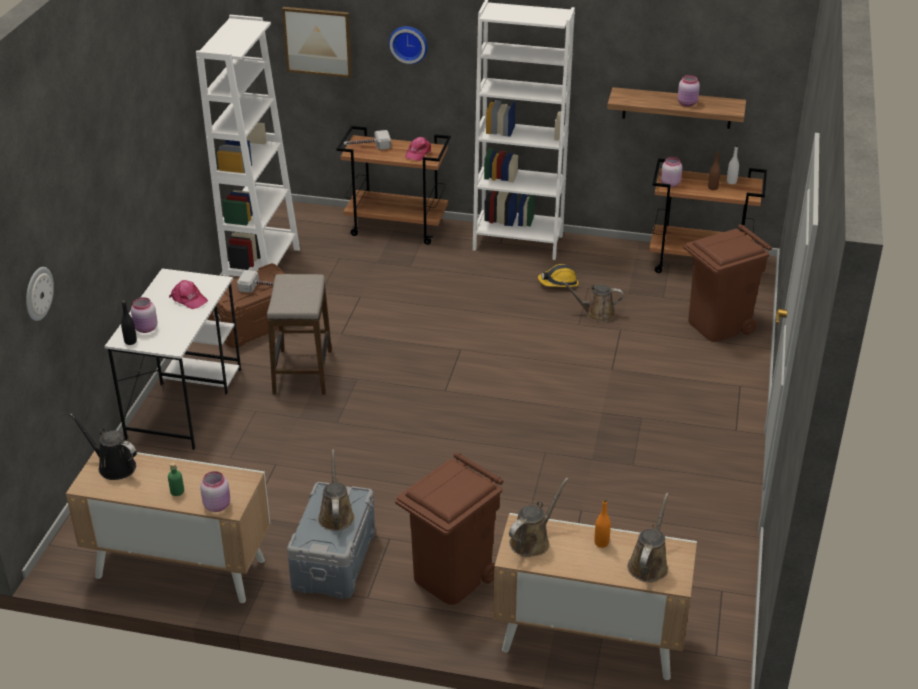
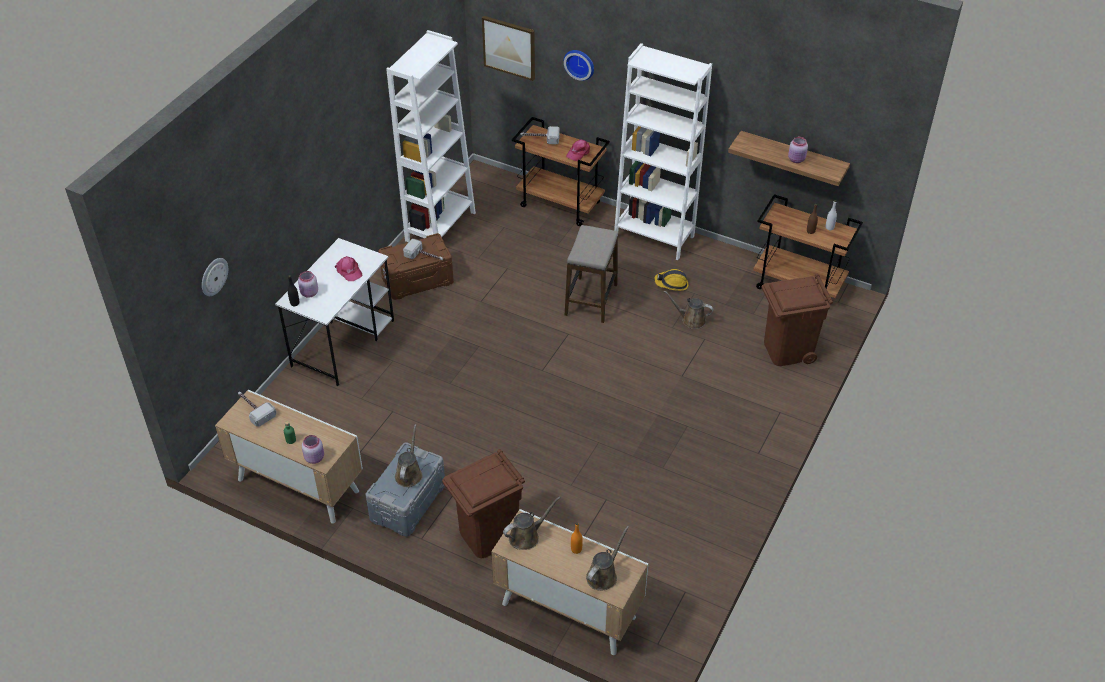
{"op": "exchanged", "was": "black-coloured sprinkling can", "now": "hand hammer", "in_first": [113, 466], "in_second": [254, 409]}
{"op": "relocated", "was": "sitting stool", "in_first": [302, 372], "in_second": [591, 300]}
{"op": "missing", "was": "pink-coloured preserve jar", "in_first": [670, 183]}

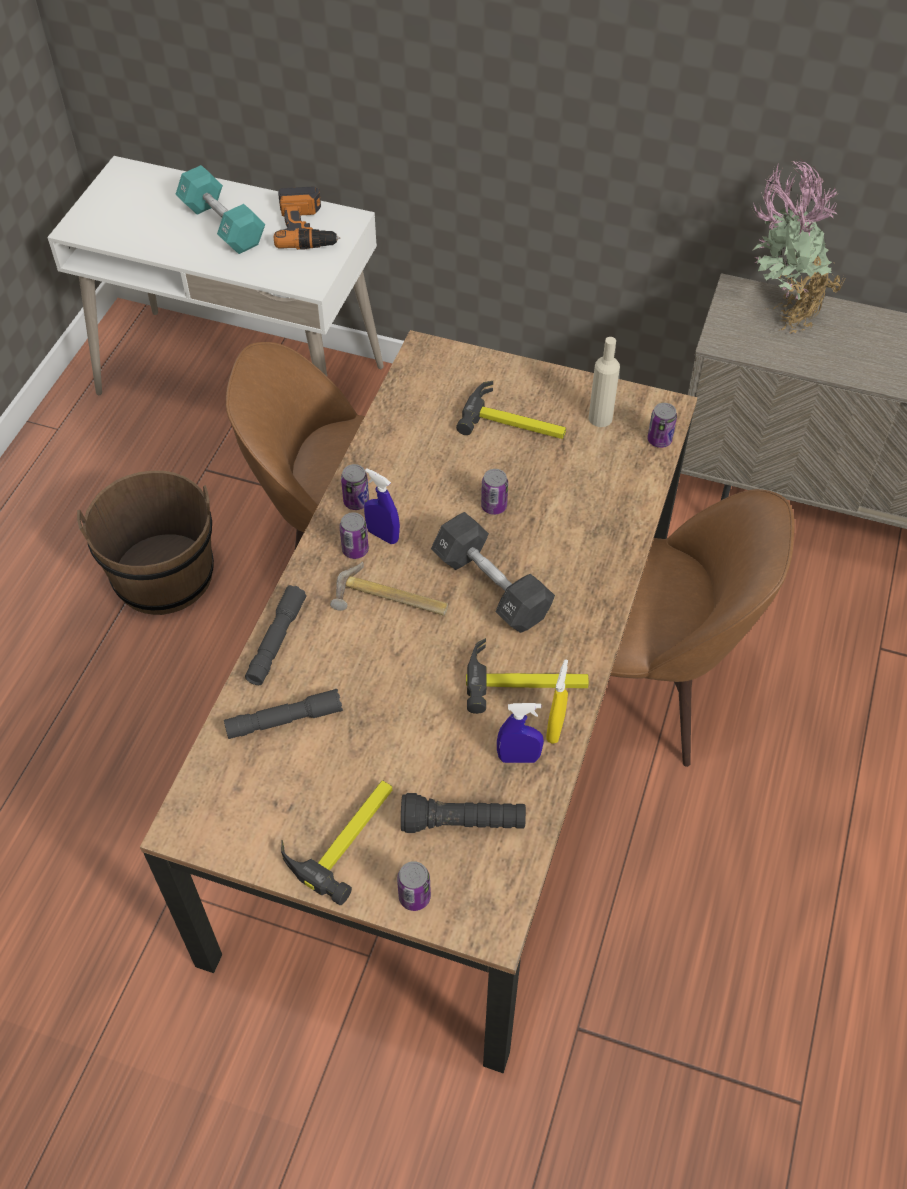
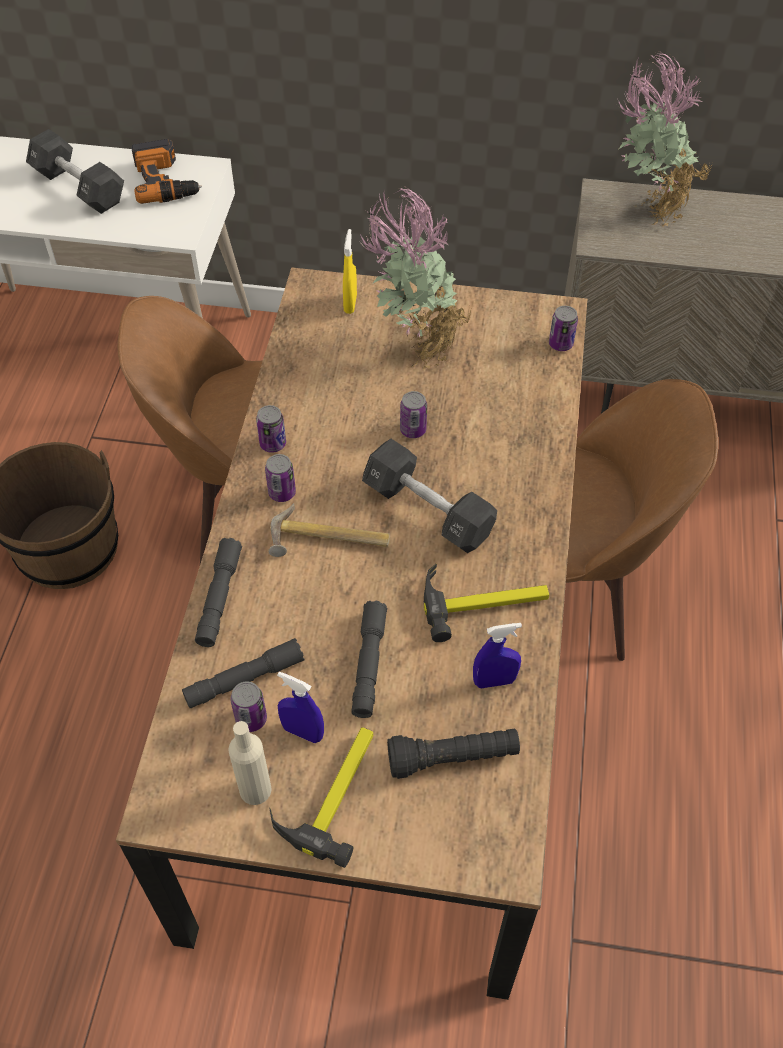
{"op": "colour", "was": "blue-green free weight", "now": "black-coloured free weight", "in_first": [222, 225], "in_second": [79, 187]}
{"op": "relocated", "was": "sand-coloured drink bottle", "in_first": [600, 418], "in_second": [255, 789]}
{"op": "relocated", "was": "metal can", "in_first": [414, 897], "in_second": [251, 719]}
{"op": "relocated", "was": "blue-coloured hand sprayer", "in_first": [383, 535], "in_second": [302, 732]}
{"op": "relocated", "was": "yellowish hand sprayer", "in_first": [555, 728], "in_second": [350, 304]}
{"op": "appeared", "now": "grey torch", "in_second": [369, 664]}
{"op": "exchanged", "was": "hand hammer", "now": "plant in a pot", "in_first": [515, 422], "in_second": [416, 345]}

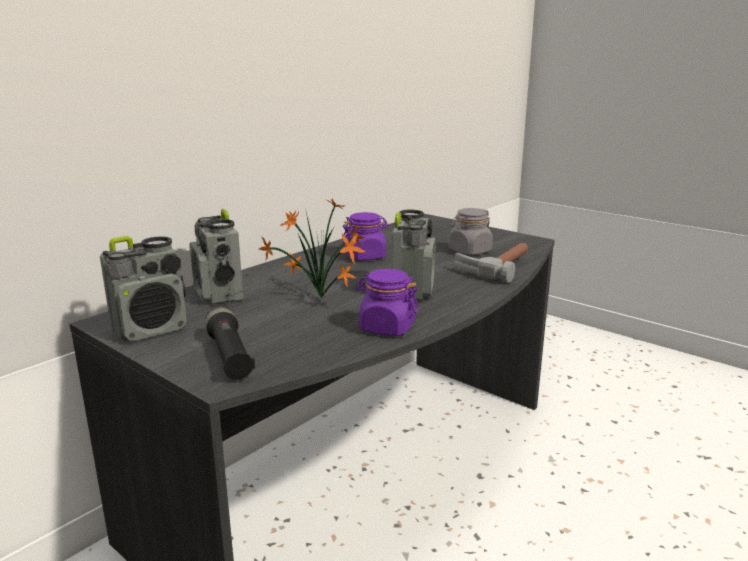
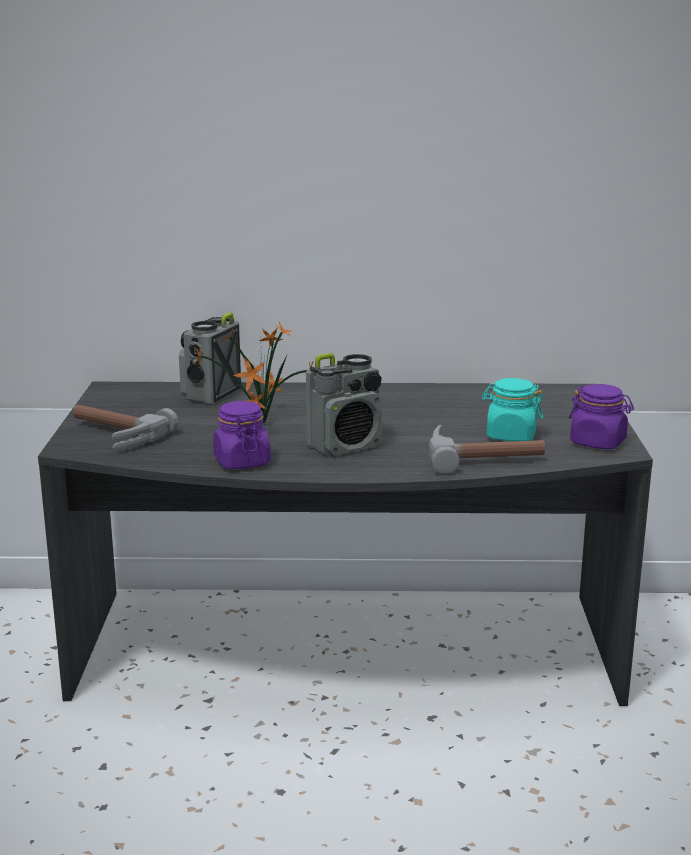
{"op": "exchanged", "was": "black-coloured torch", "now": "hand hammer", "in_first": [229, 355], "in_second": [111, 436]}
{"op": "colour", "was": "grey preserve jar", "now": "blue-green preserve jar", "in_first": [469, 251], "in_second": [510, 435]}
{"op": "relocated", "was": "purplish preserve jar", "in_first": [365, 256], "in_second": [598, 442]}
{"op": "missing", "was": "radio receiver", "in_first": [151, 329]}

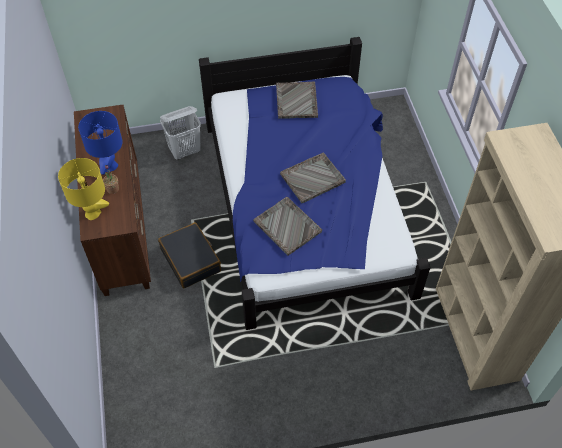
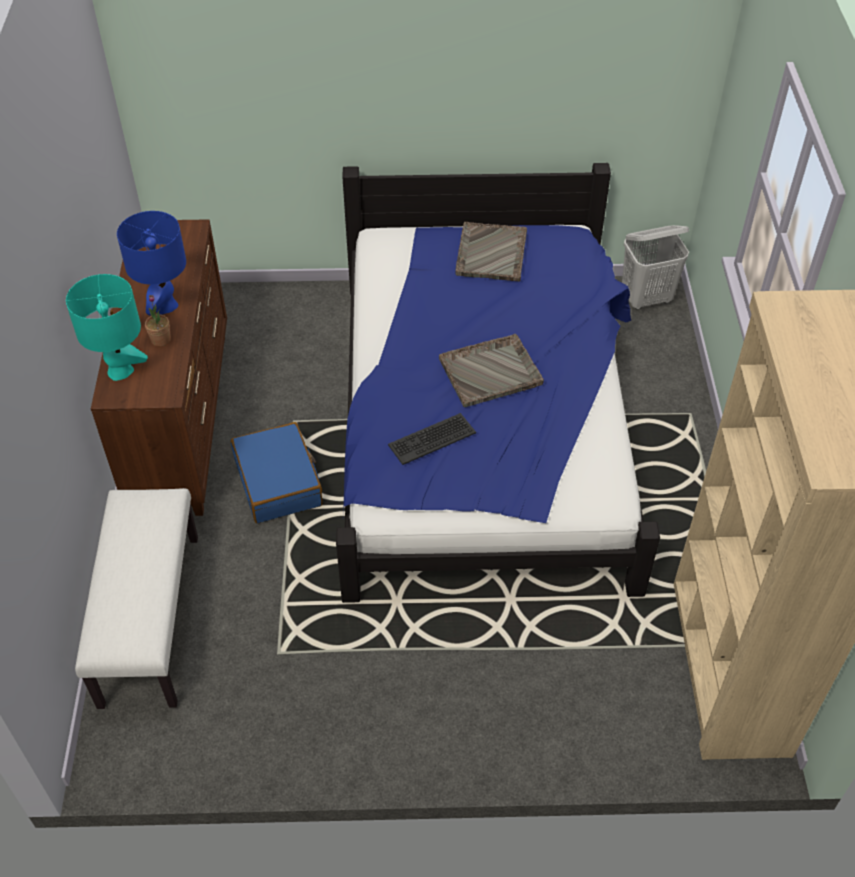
{"op": "colour", "was": "yellowish tabletop lamp", "now": "blue-green tabletop lamp", "in_first": [93, 213], "in_second": [120, 371]}
{"op": "appeared", "now": "white bench", "in_second": [149, 618]}
{"op": "colour", "was": "black-coloured travel case", "now": "blue-coloured travel case", "in_first": [191, 260], "in_second": [278, 482]}
{"op": "exchanged", "was": "grey tray", "now": "PC keyboard", "in_first": [287, 226], "in_second": [431, 438]}
{"op": "relocated", "was": "white laundry basket", "in_first": [185, 151], "in_second": [646, 299]}

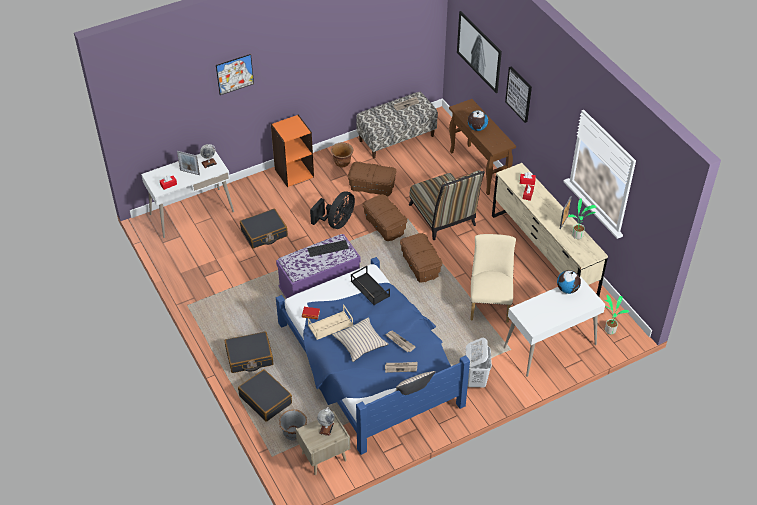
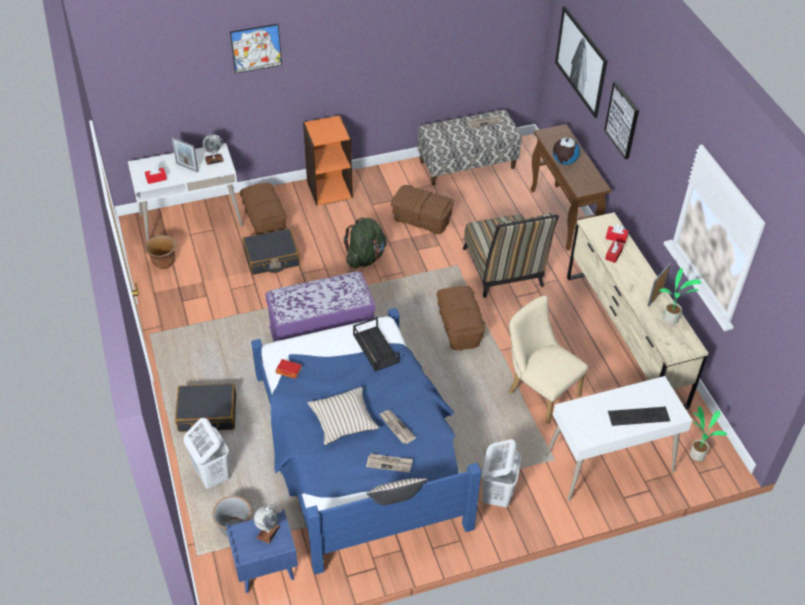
{"op": "relocated", "was": "brown flower pot", "in_first": [342, 163], "in_second": [164, 263]}
{"op": "exchanged", "was": "black-coloured travel case", "now": "white laundry basket", "in_first": [266, 399], "in_second": [211, 475]}
{"op": "colour", "was": "sand-coloured bedside table", "now": "blue-coloured bedside table", "in_first": [324, 457], "in_second": [265, 569]}
{"op": "relocated", "was": "brown storage container", "in_first": [385, 225], "in_second": [265, 221]}
{"op": "exchanged", "was": "black-coloured fan", "now": "green-coloured rucksack", "in_first": [336, 222], "in_second": [365, 258]}
{"op": "spun", "was": "sand-coloured chair", "in_first": [489, 303], "in_second": [539, 391], "clockwise": -60}
{"op": "relocated", "was": "PC keyboard", "in_first": [327, 249], "in_second": [638, 417]}
{"op": "missing", "was": "sand-coloured tray", "in_first": [330, 326]}
{"op": "missing", "was": "globe", "in_first": [567, 289]}

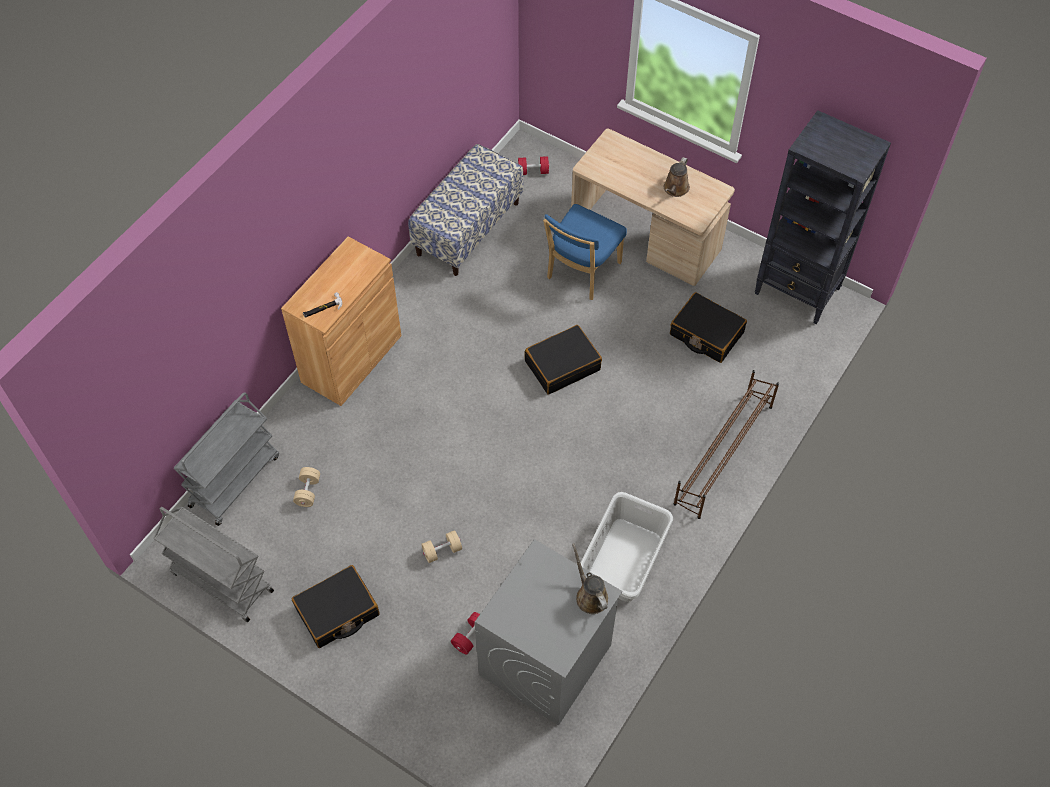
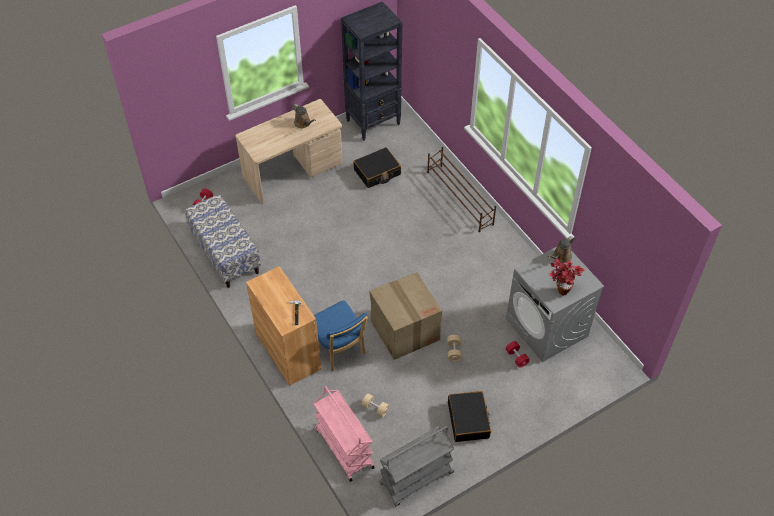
{"op": "colour", "was": "grey wheeled cart", "now": "pink-coloured wheeled cart", "in_first": [234, 480], "in_second": [344, 448]}
{"op": "relocated", "was": "blue-coloured chair", "in_first": [581, 273], "in_second": [339, 350]}
{"op": "appeared", "now": "cardboard box", "in_second": [404, 329]}
{"op": "spun", "was": "brown sprinkling can", "in_first": [590, 595], "in_second": [560, 257], "clockwise": -45}
{"op": "appeared", "now": "plant in a pot", "in_second": [560, 288]}
{"op": "missing", "was": "black-coloured travel case", "in_first": [562, 365]}
{"op": "missing", "was": "grey laundry basket", "in_first": [622, 560]}

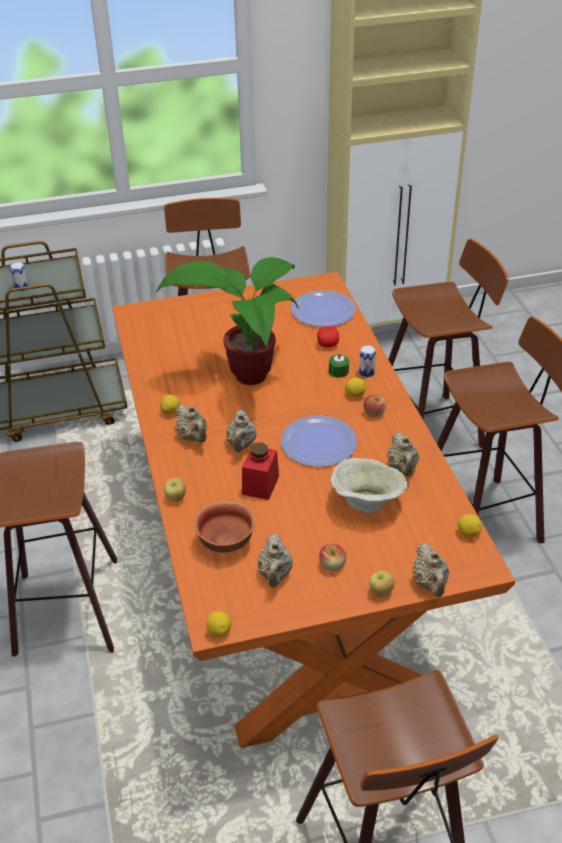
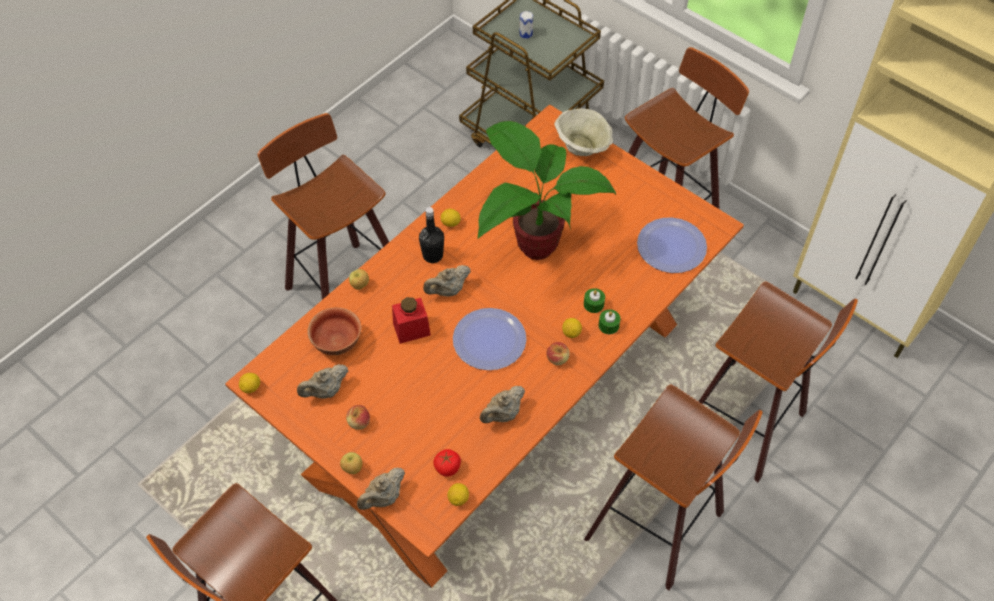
{"op": "exchanged", "was": "sand-coloured tea pot", "now": "black-coloured drink bottle", "in_first": [193, 437], "in_second": [432, 255]}
{"op": "relocated", "was": "whole tomato", "in_first": [327, 344], "in_second": [447, 467]}
{"op": "relocated", "was": "sand-coloured bowl", "in_first": [366, 502], "in_second": [582, 147]}
{"op": "exchanged", "was": "metal can", "now": "green-coloured wax candle", "in_first": [366, 372], "in_second": [608, 325]}

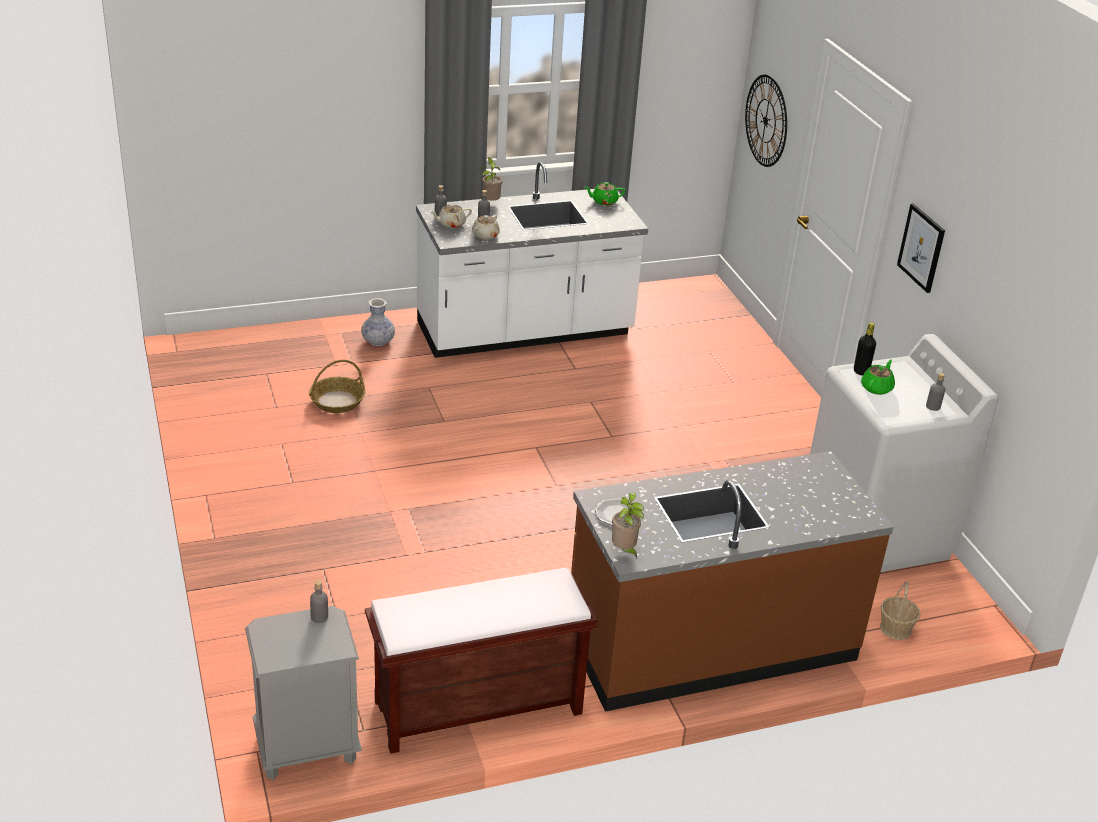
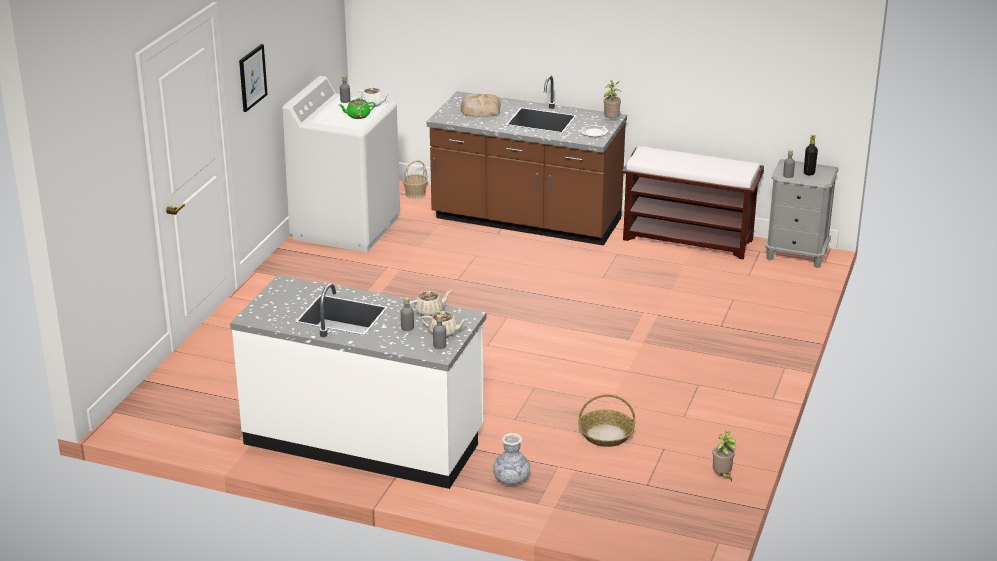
{"op": "appeared", "now": "white tea pot", "in_second": [373, 104]}
{"op": "appeared", "now": "bread", "in_second": [480, 109]}
{"op": "relocated", "was": "plant in a pot", "in_first": [490, 203], "in_second": [722, 476]}
{"op": "relocated", "was": "black-coloured drink bottle", "in_first": [861, 371], "in_second": [809, 173]}
{"op": "missing", "was": "green-coloured tea pot", "in_first": [604, 201]}
{"op": "missing", "was": "clock on the wall", "in_first": [766, 120]}

